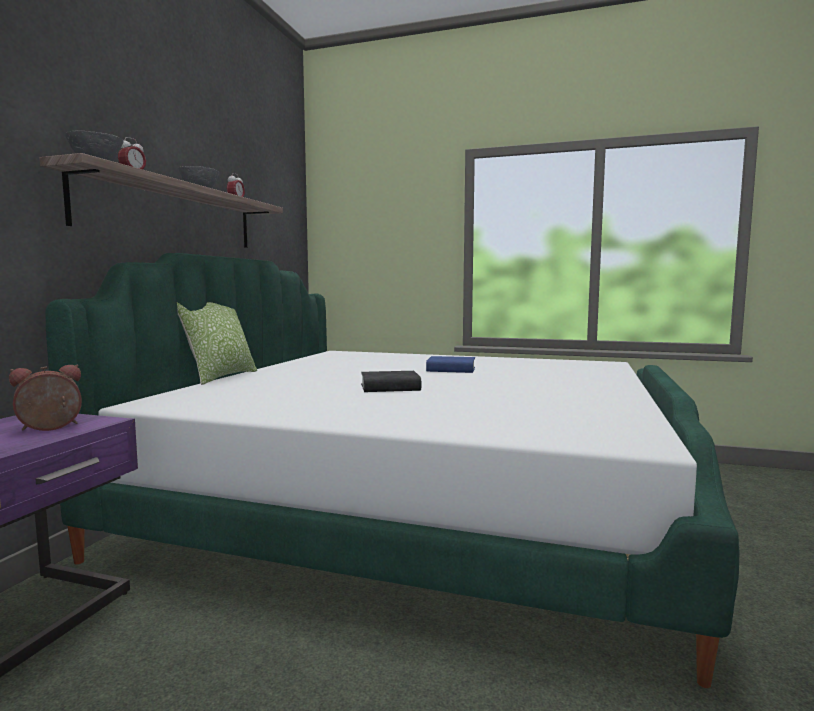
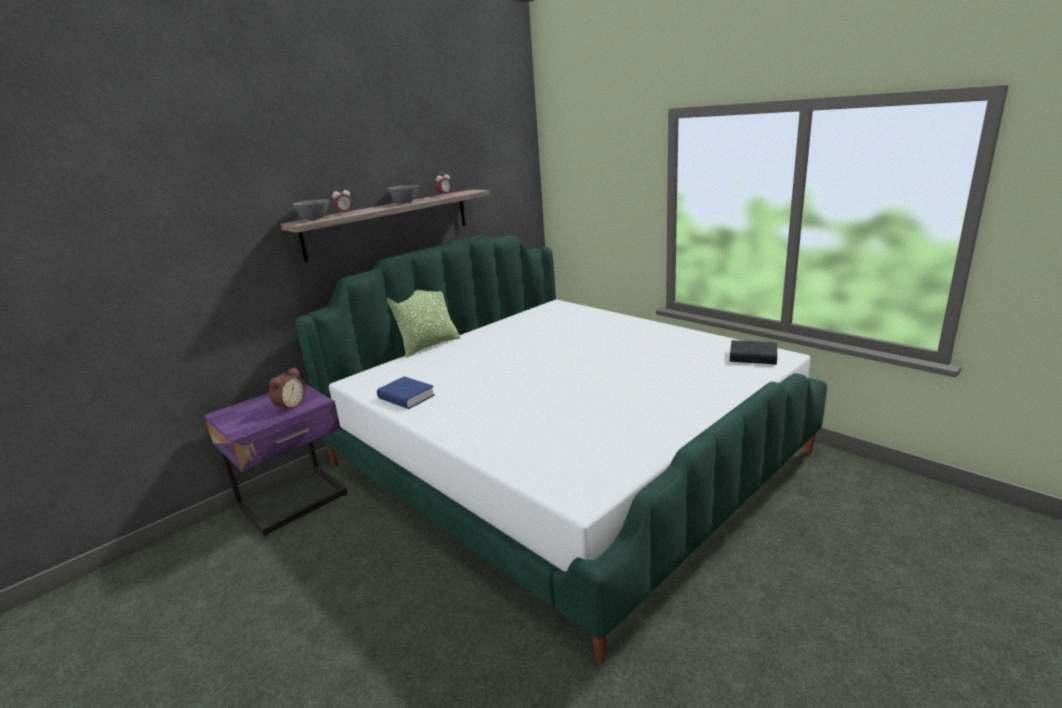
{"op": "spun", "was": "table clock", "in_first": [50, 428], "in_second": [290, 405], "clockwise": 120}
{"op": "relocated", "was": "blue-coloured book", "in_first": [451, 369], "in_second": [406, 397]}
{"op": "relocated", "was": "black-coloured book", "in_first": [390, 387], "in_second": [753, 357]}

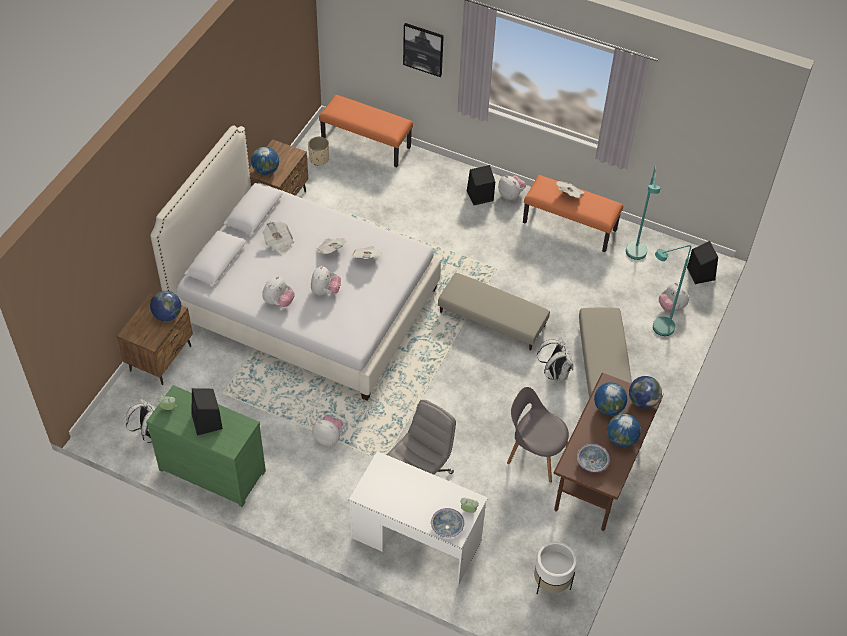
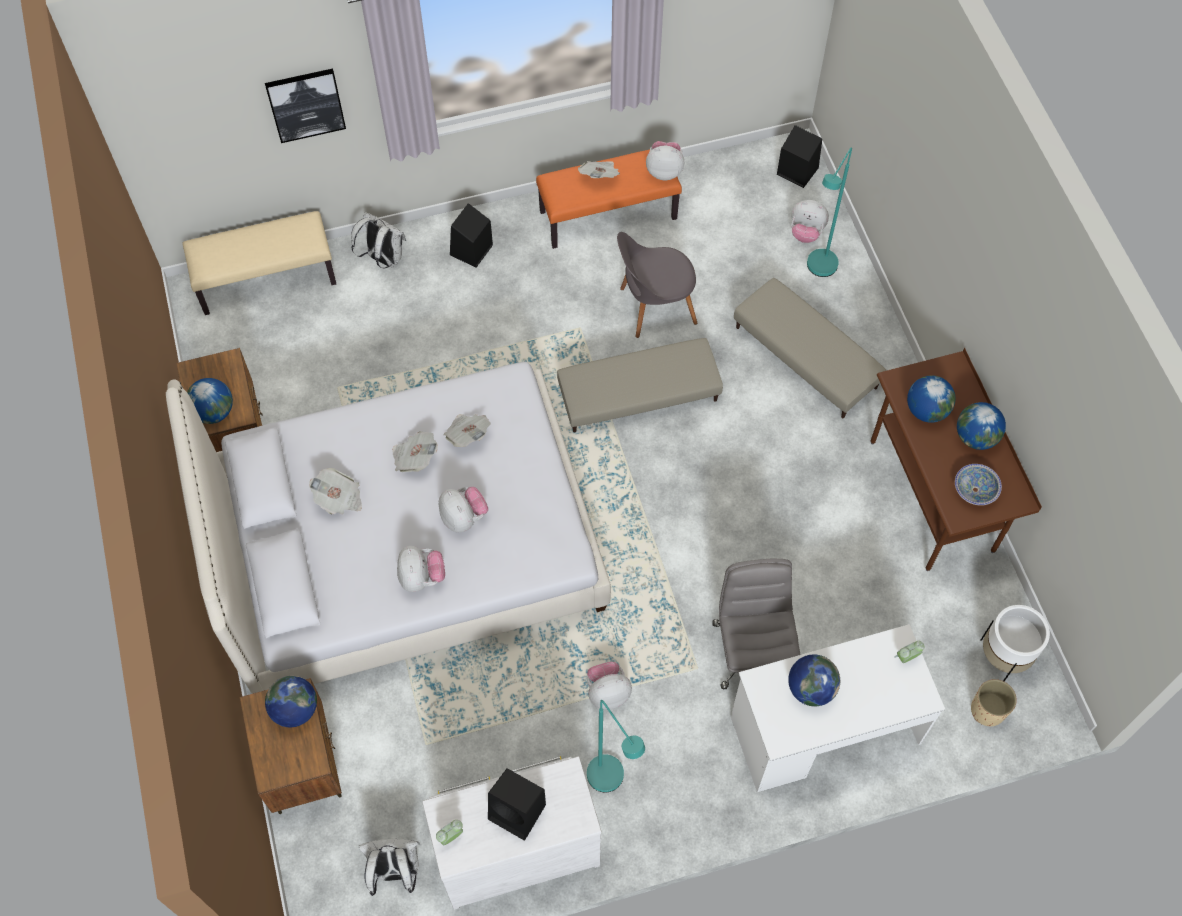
{"op": "colour", "was": "orangey bench", "now": "sand-coloured bench", "in_first": [366, 144], "in_second": [267, 279]}
{"op": "relocated", "was": "white rucksack", "in_first": [555, 373], "in_second": [383, 258]}
{"op": "colour", "was": "green-coloured chest of drawers", "now": "white chest of drawers", "in_first": [213, 468], "in_second": [515, 848]}
{"op": "relocated", "was": "blue-green standing lamp", "in_first": [635, 256], "in_second": [611, 783]}
{"op": "relocated", "was": "grey chair", "in_first": [535, 454], "in_second": [654, 307]}
{"op": "relocated", "was": "soft toy", "in_first": [511, 195], "in_second": [664, 171]}
{"op": "relocated", "was": "globe", "in_first": [642, 401], "in_second": [810, 688]}
{"op": "relocated", "was": "sand-coloured flower pot", "in_first": [319, 159], "in_second": [988, 710]}
{"op": "missing", "was": "bowl", "in_first": [447, 527]}

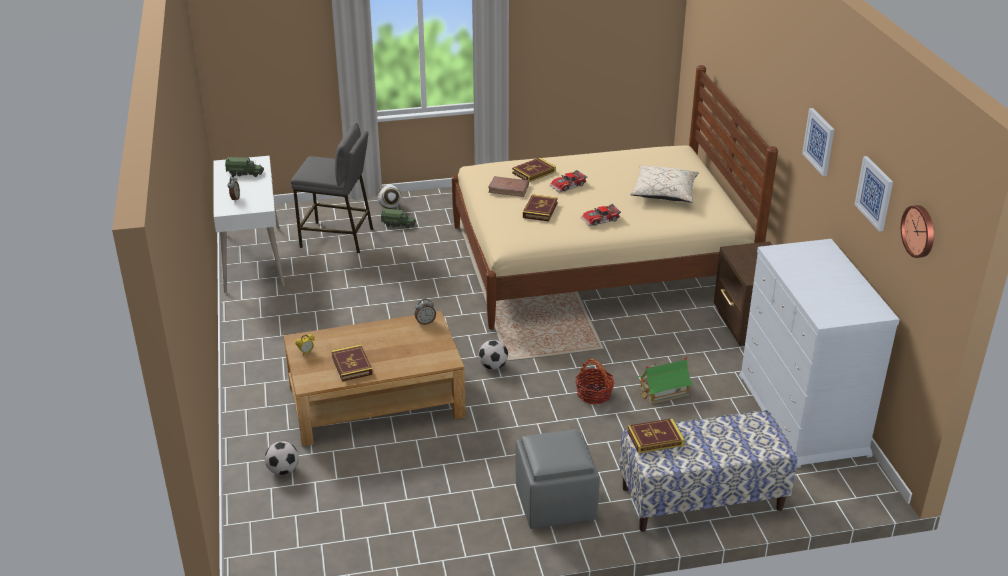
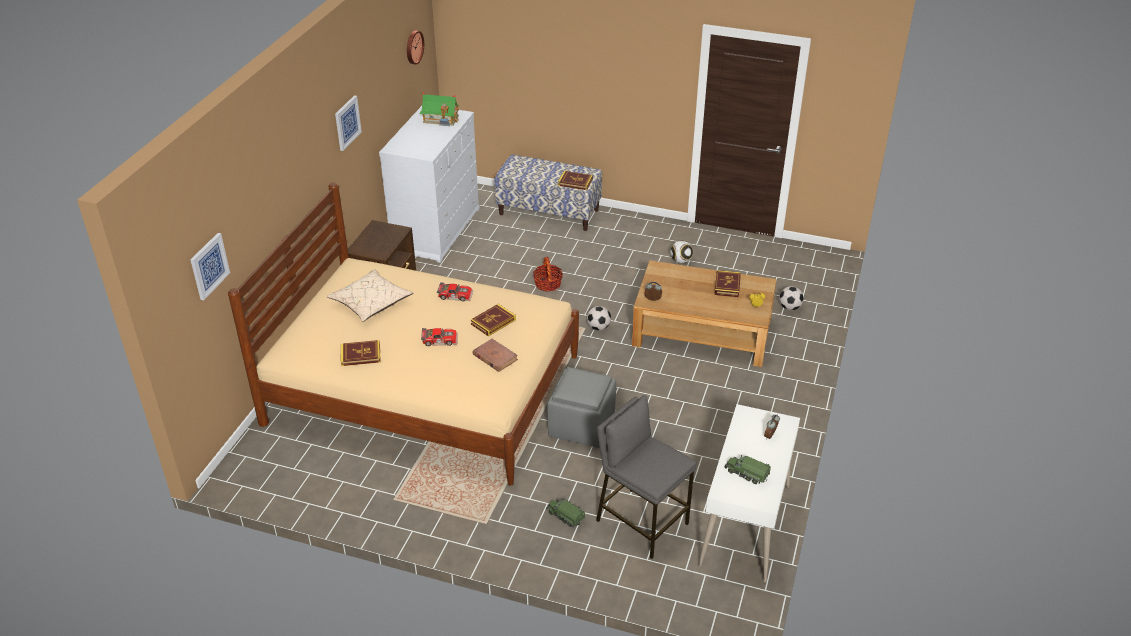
{"op": "relocated", "was": "wall art", "in_first": [875, 193], "in_second": [209, 266]}
{"op": "relocated", "was": "book", "in_first": [533, 172], "in_second": [360, 355]}
{"op": "relocated", "was": "model house", "in_first": [663, 391], "in_second": [441, 119]}
{"op": "relocated", "was": "grey pouffe", "in_first": [556, 503], "in_second": [581, 425]}
{"op": "relocated", "was": "football", "in_first": [390, 207], "in_second": [680, 261]}

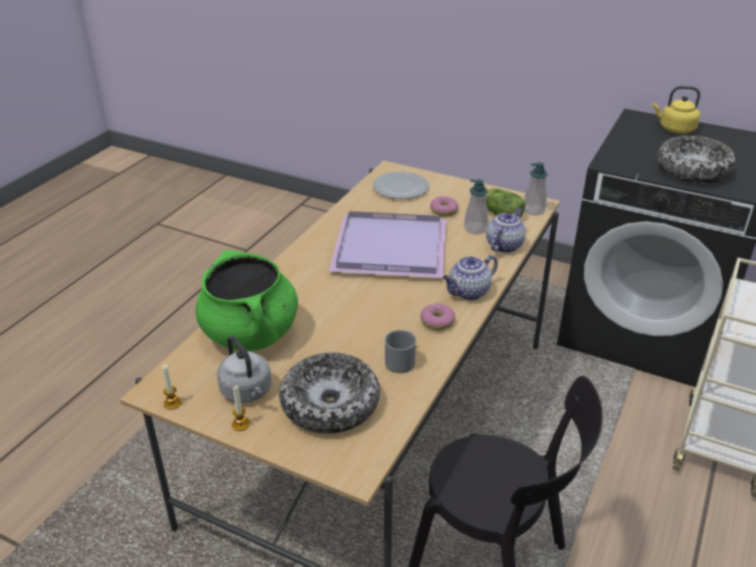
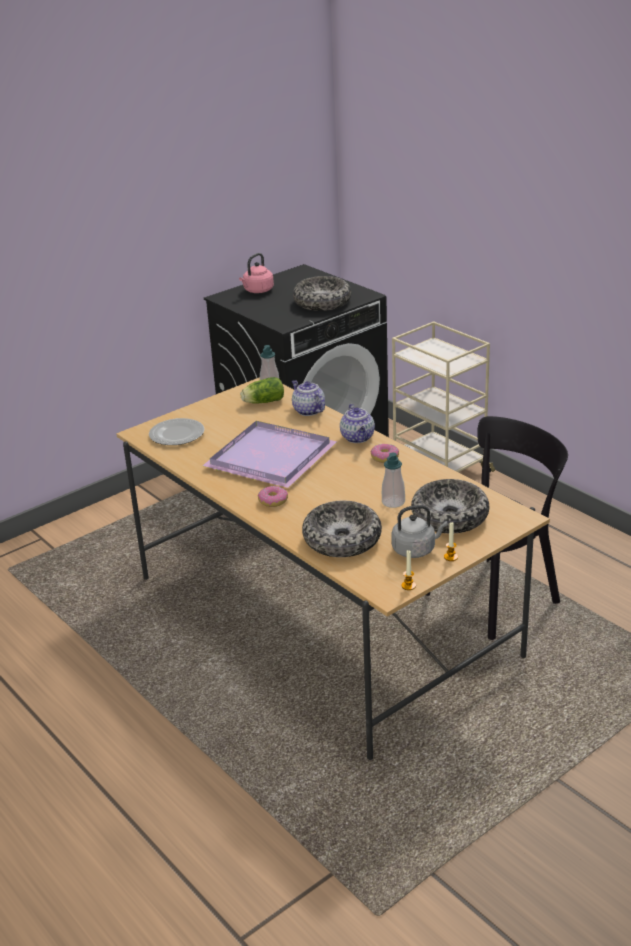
{"op": "colour", "was": "yellowish tea kettle", "now": "pink-coloured tea kettle", "in_first": [674, 129], "in_second": [257, 291]}
{"op": "relocated", "was": "ring doughnut", "in_first": [443, 211], "in_second": [273, 501]}
{"op": "exchanged", "was": "green-coloured stockpot", "now": "bowl", "in_first": [250, 333], "in_second": [342, 539]}
{"op": "relocated", "was": "soap bottle", "in_first": [475, 228], "in_second": [393, 502]}
{"op": "missing", "was": "grey mug", "in_first": [402, 360]}

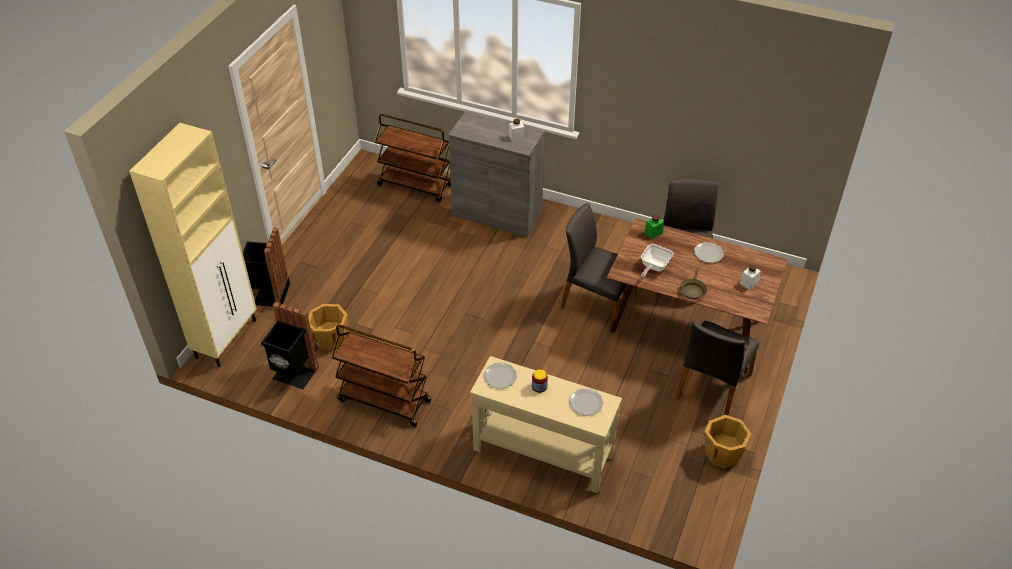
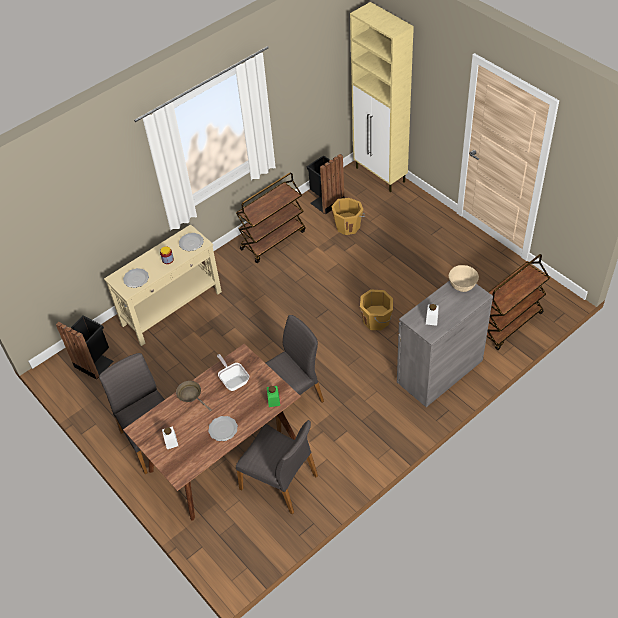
{"op": "relocated", "was": "black-coloured waste bin", "in_first": [269, 294], "in_second": [94, 362]}
{"op": "relocated", "was": "orangey water bucket", "in_first": [722, 453], "in_second": [377, 320]}
{"op": "appeared", "now": "sand-coloured bowl", "in_second": [462, 286]}

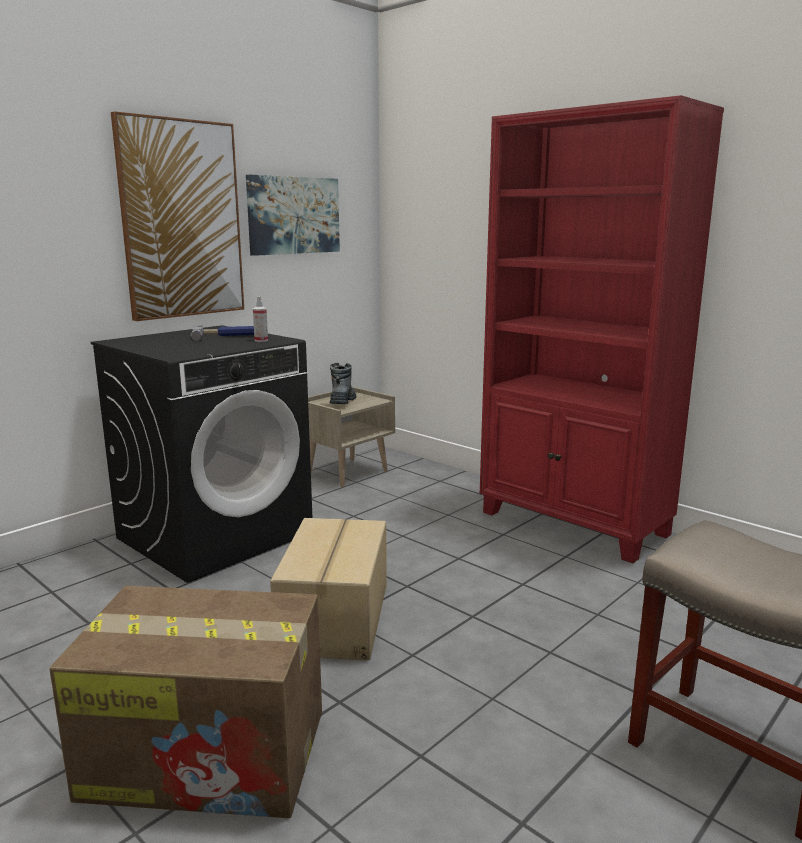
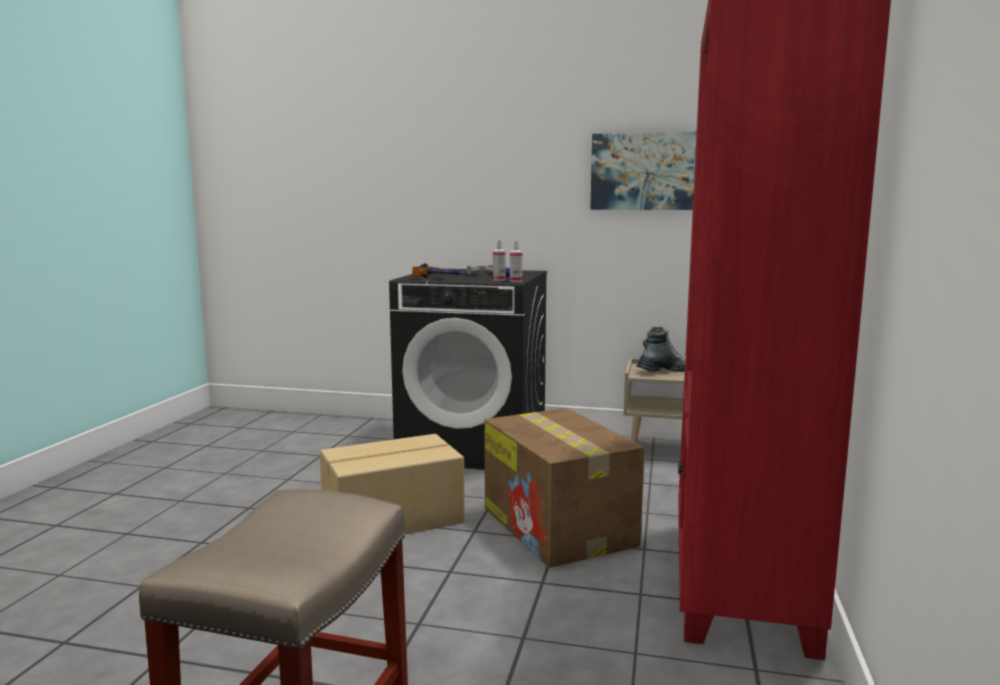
{"op": "appeared", "now": "hand hammer", "in_second": [443, 279]}
{"op": "relocated", "was": "cardboard box", "in_first": [210, 753], "in_second": [559, 527]}
{"op": "appeared", "now": "hand sprayer", "in_second": [515, 281]}
{"op": "missing", "was": "wall art", "in_first": [181, 220]}

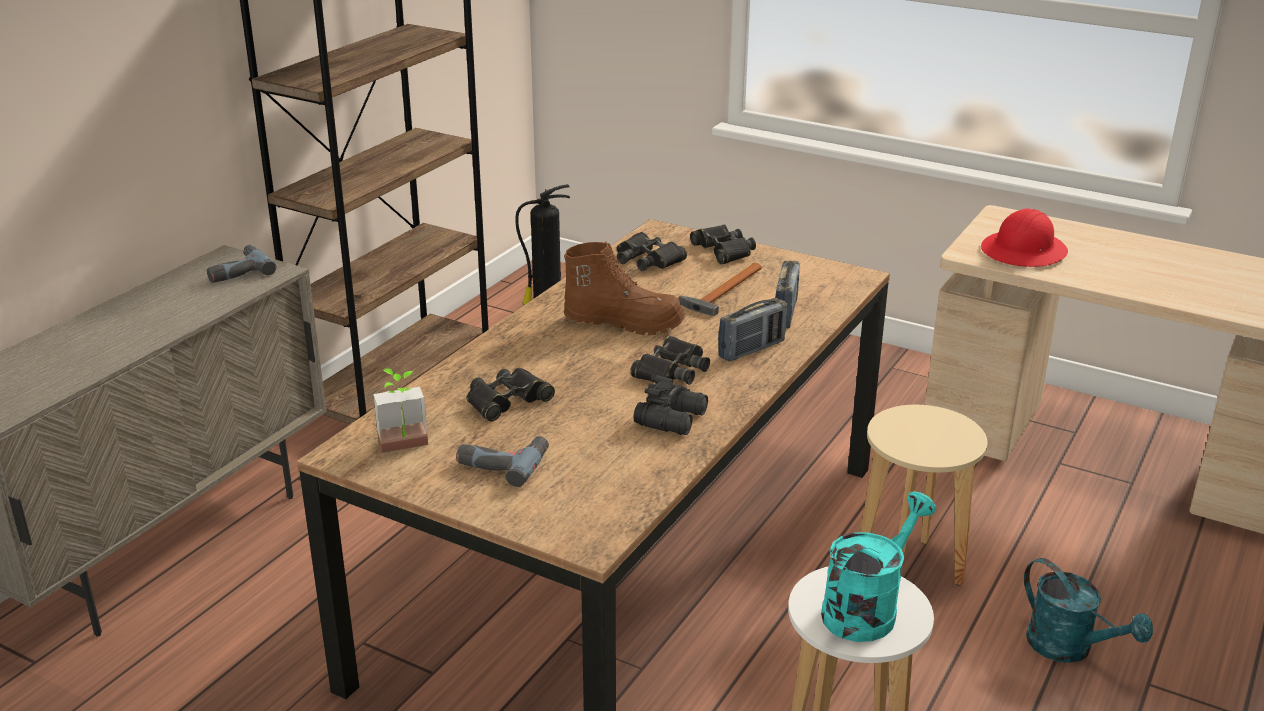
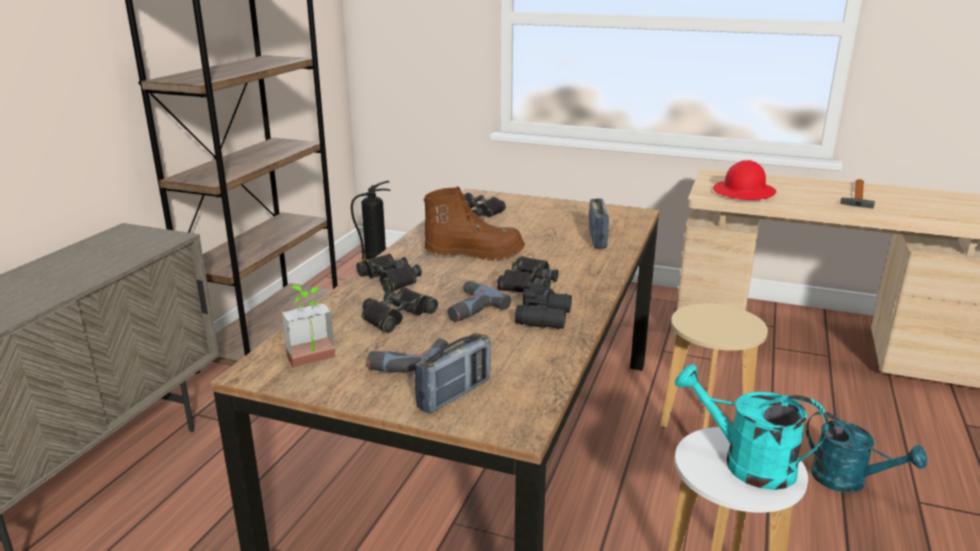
{"op": "relocated", "was": "black-coloured field glasses", "in_first": [723, 250], "in_second": [390, 279]}
{"op": "relocated", "was": "radio receiver", "in_first": [751, 350], "in_second": [454, 394]}
{"op": "relocated", "was": "power drill", "in_first": [237, 271], "in_second": [468, 308]}
{"op": "spun", "was": "blue-green sprinkling can", "in_first": [867, 608], "in_second": [746, 463], "clockwise": -90}
{"op": "relocated", "was": "hand hammer", "in_first": [723, 292], "in_second": [857, 196]}

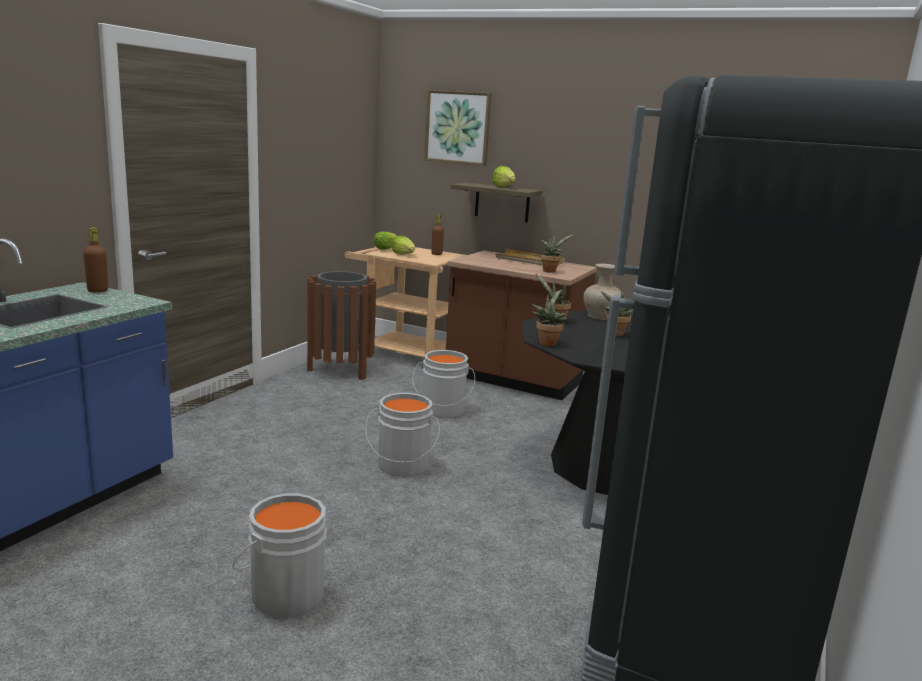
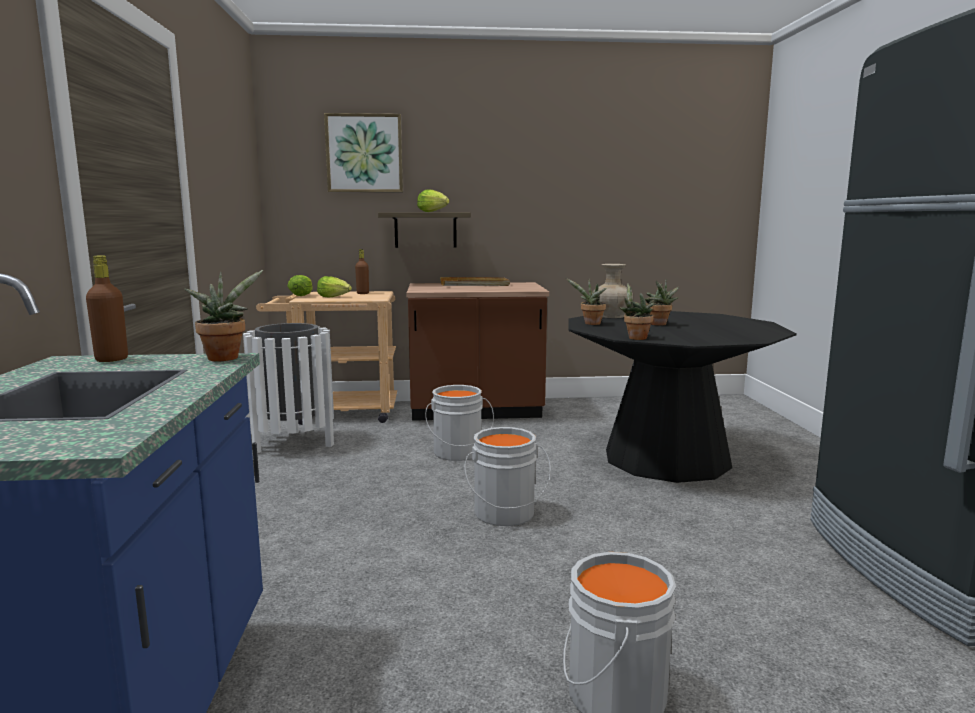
{"op": "relocated", "was": "plant in a pot", "in_first": [550, 271], "in_second": [225, 357]}
{"op": "colour", "was": "brown waste bin", "now": "white waste bin", "in_first": [341, 370], "in_second": [294, 443]}

